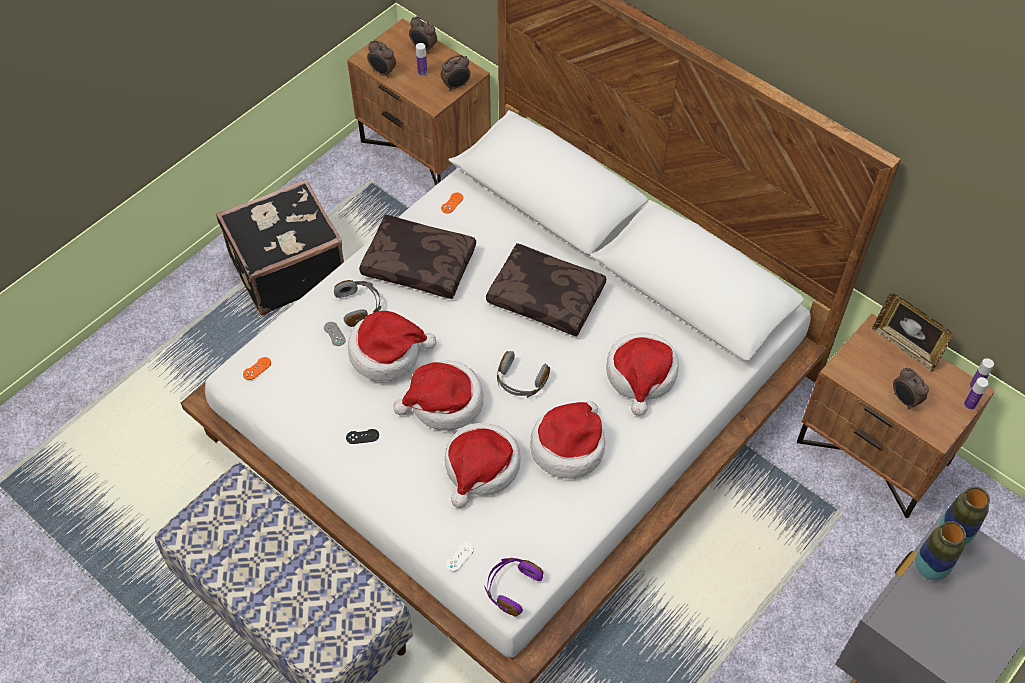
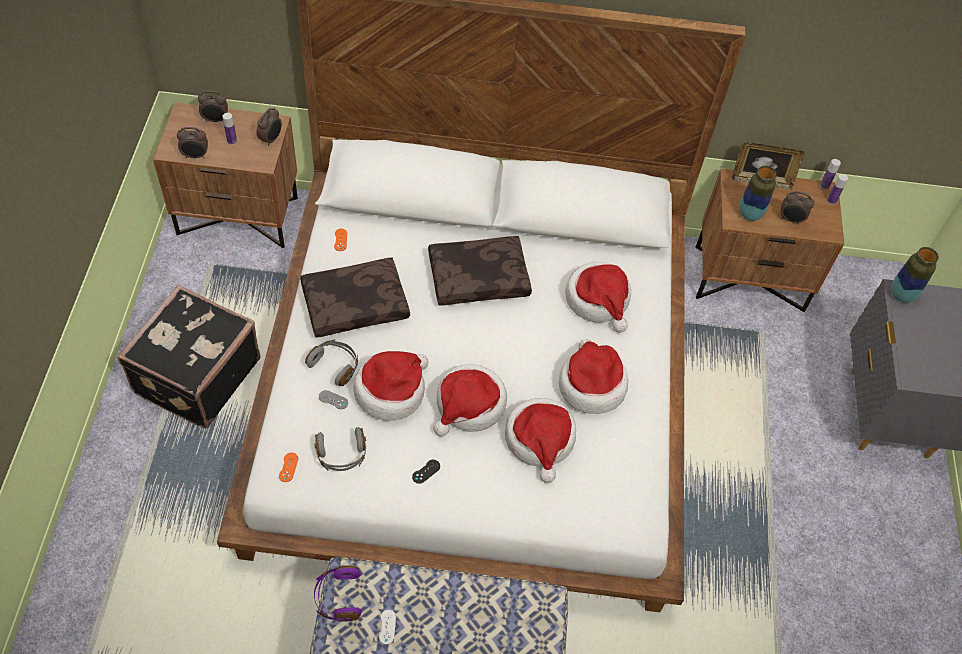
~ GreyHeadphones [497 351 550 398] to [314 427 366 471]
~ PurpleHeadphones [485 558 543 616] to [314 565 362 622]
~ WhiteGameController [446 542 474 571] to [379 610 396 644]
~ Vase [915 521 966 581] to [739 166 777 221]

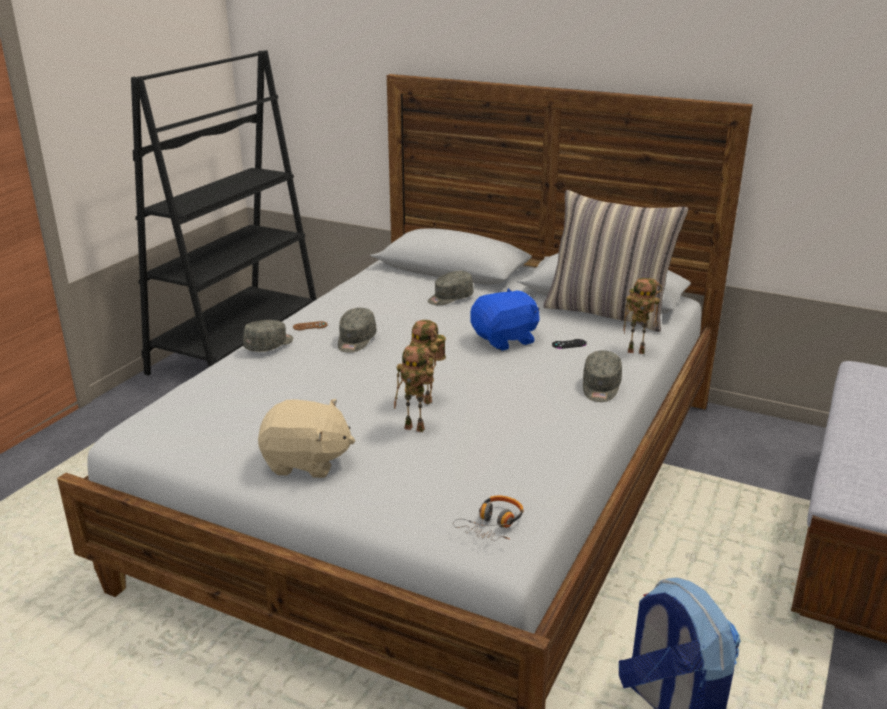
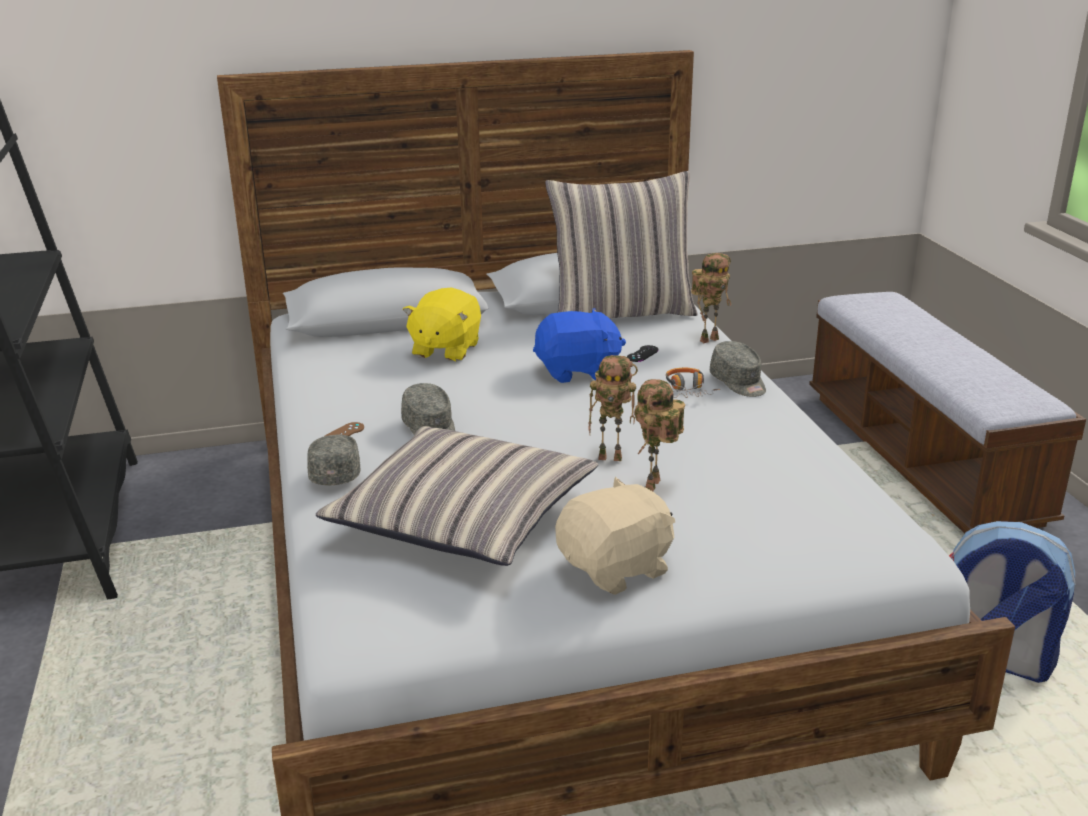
+ Pillow [316 426 598 566]
~ GreyCap [428 271 474 305] to YellowPlushToy [402 287 481 362]
~ BluePlushToy [470 288 540 351] = [533 308 626 383] 60 degrees clockwise
~ ToyRobot [394 344 434 432] = [634 379 685 491] 135 degrees clockwise
~ Headphones [453 496 524 541] to [666 368 720 398]

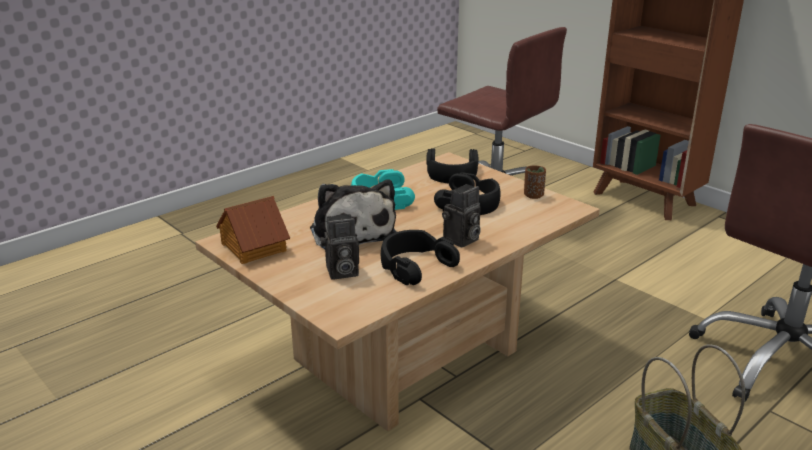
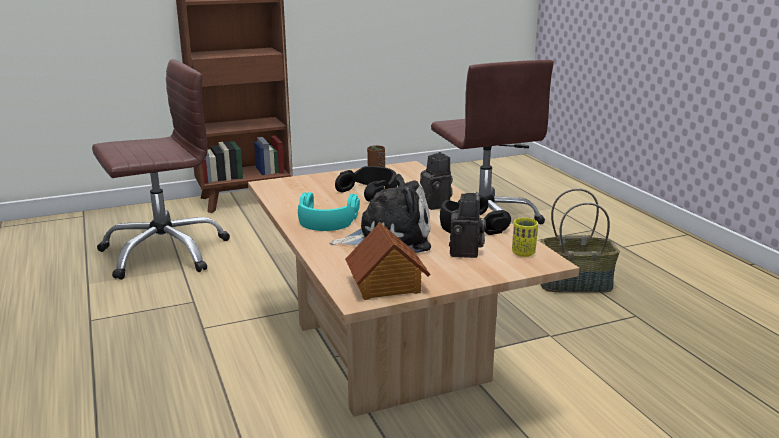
+ YellowCup [512 218 538 257]
- BlackHeadphones [426 148 478 183]

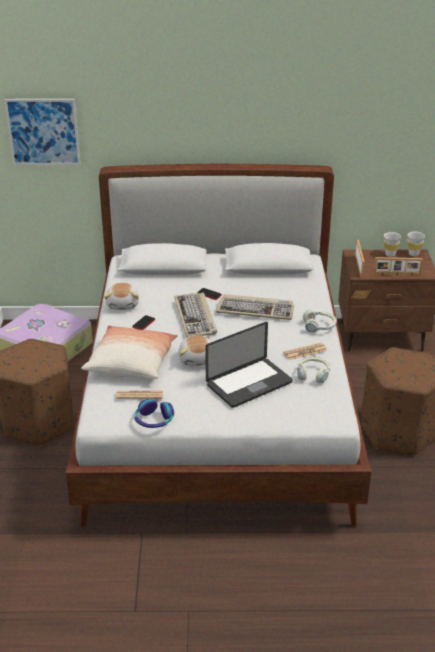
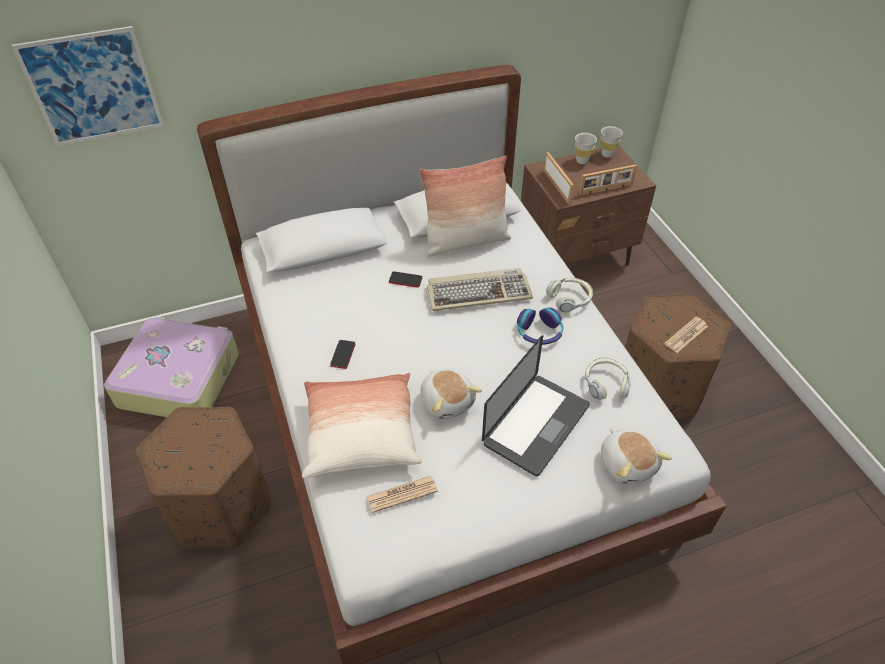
+ Pillow [419 156 511 257]
~ Headphones [135 399 174 428] to [517 308 563 345]
~ PlushToy [104 283 139 310] to [601 429 672 484]
~ Newspaper [283 343 327 360] to [664 317 708 353]
- Keyboard [174 292 217 338]

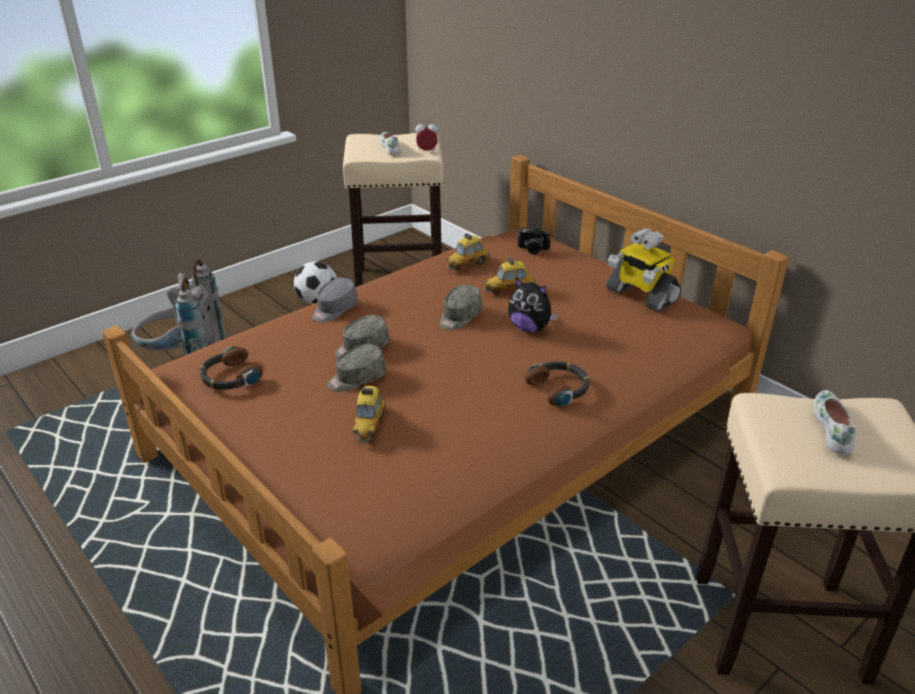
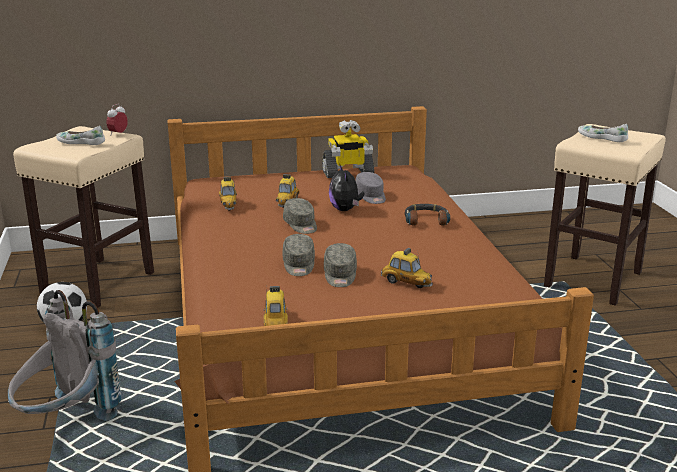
~ Headphones [200 346 263 390] to ToyCar [263 286 288 326]
~ PlushToy [508 278 559 332] = [329 164 365 211] 105 degrees clockwise
~ GreyCap [312 278 358 322] to [355 172 386 204]
- PhotoCamera [517 227 551 254]

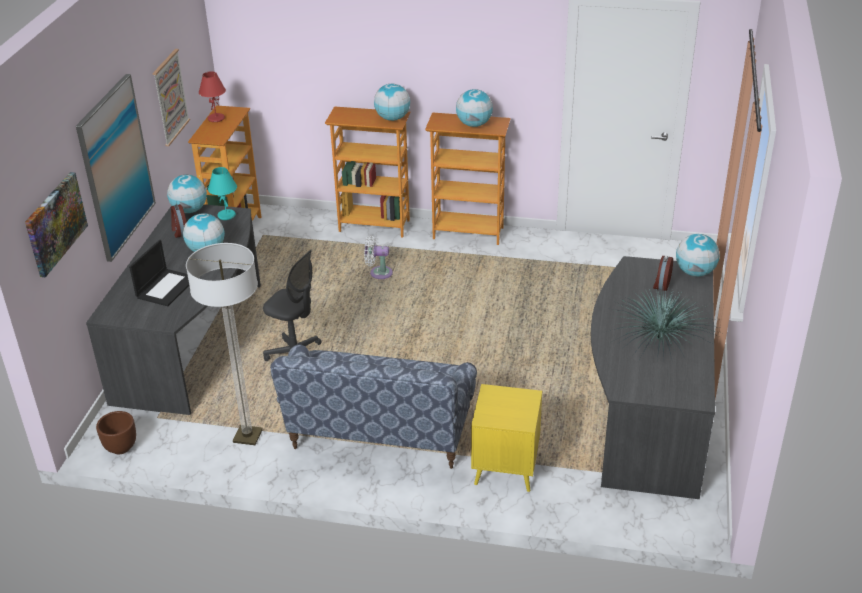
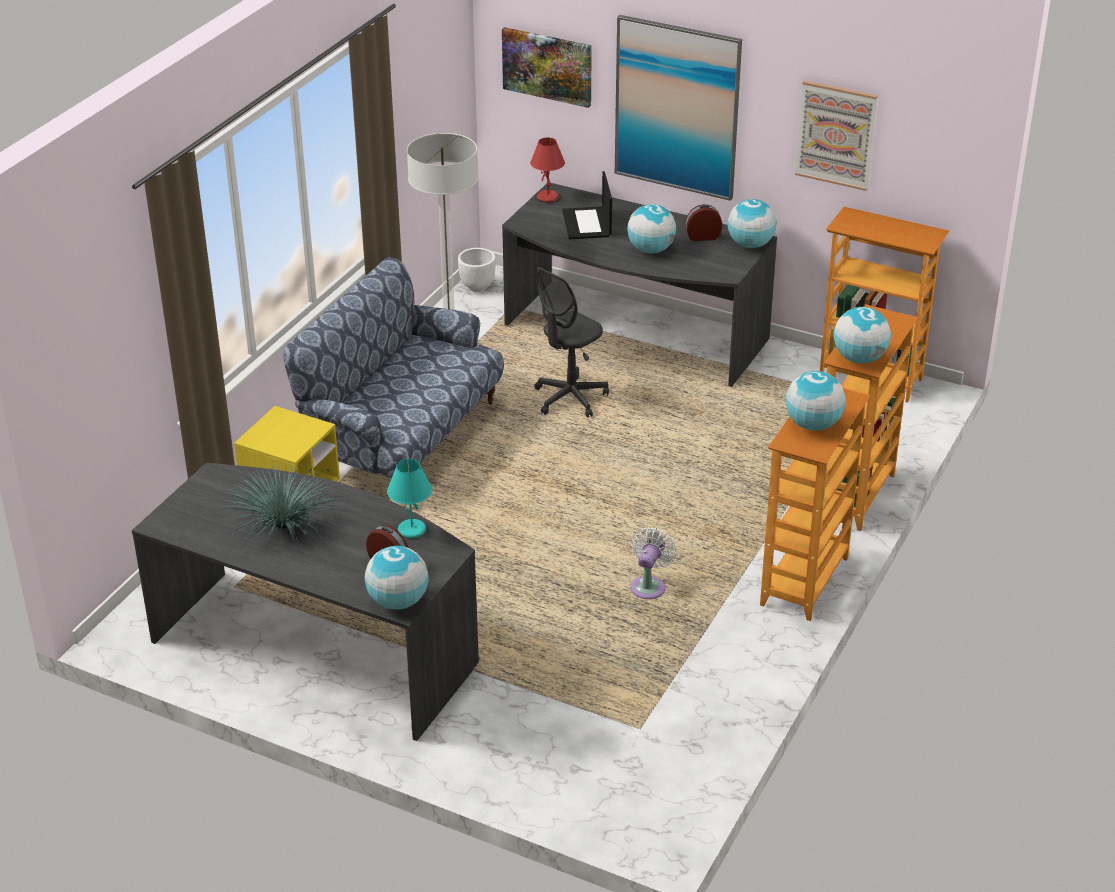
~ TurquoiseTableLamp [208 167 237 220] to [387 459 432 538]
~ BrownPlanter [96 411 136 454] to WhitePlanter [458 248 495 291]
~ RedTableLamp [199 71 226 122] to [530 137 565 202]
~ Laptop [129 240 189 306] = [562 171 612 239] 45 degrees clockwise
~ WhiteFan [364 236 393 279] to [631 527 677 599]

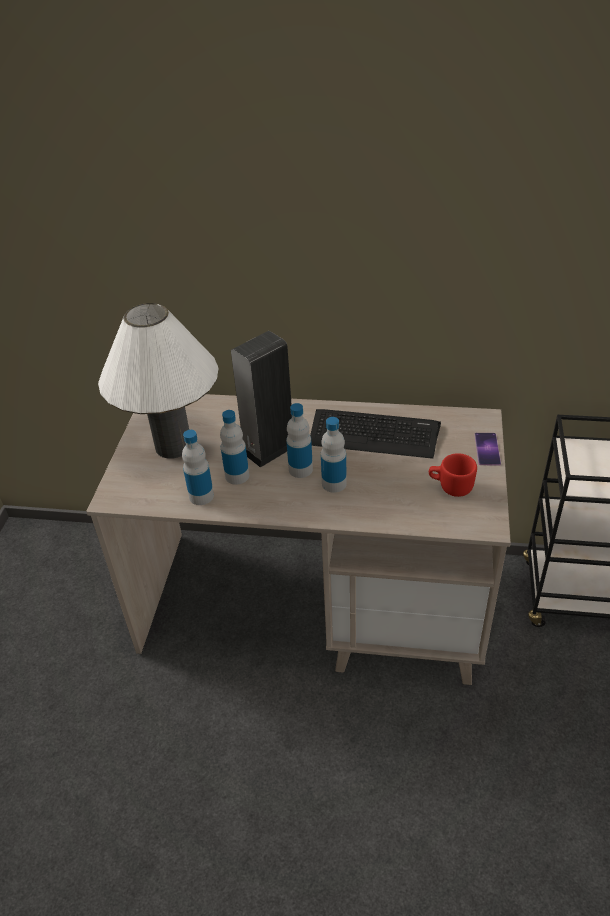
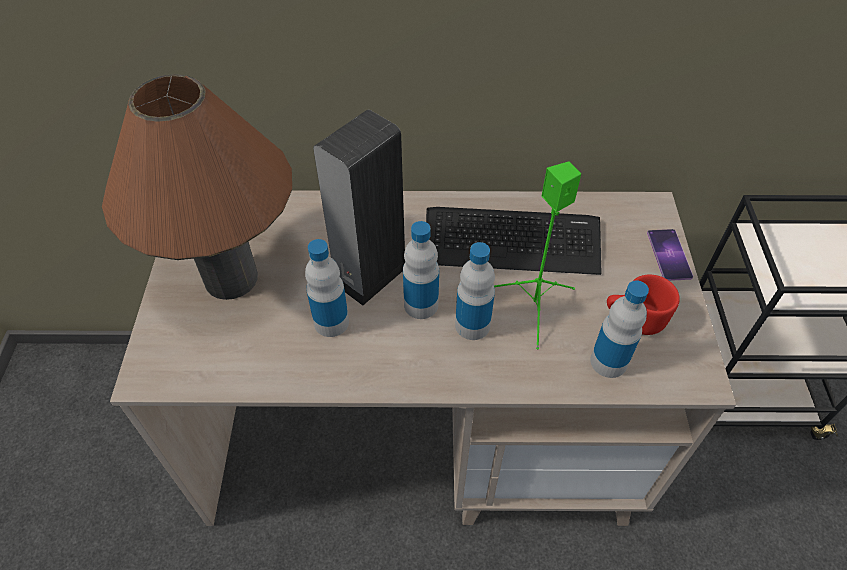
~ WhiteTableLamp [98 303 218 459] to BrownTableLamp [102 74 292 300]
+ GreenSpeaker [494 161 581 350]
~ Bottle [182 430 214 505] to [590 281 649 378]

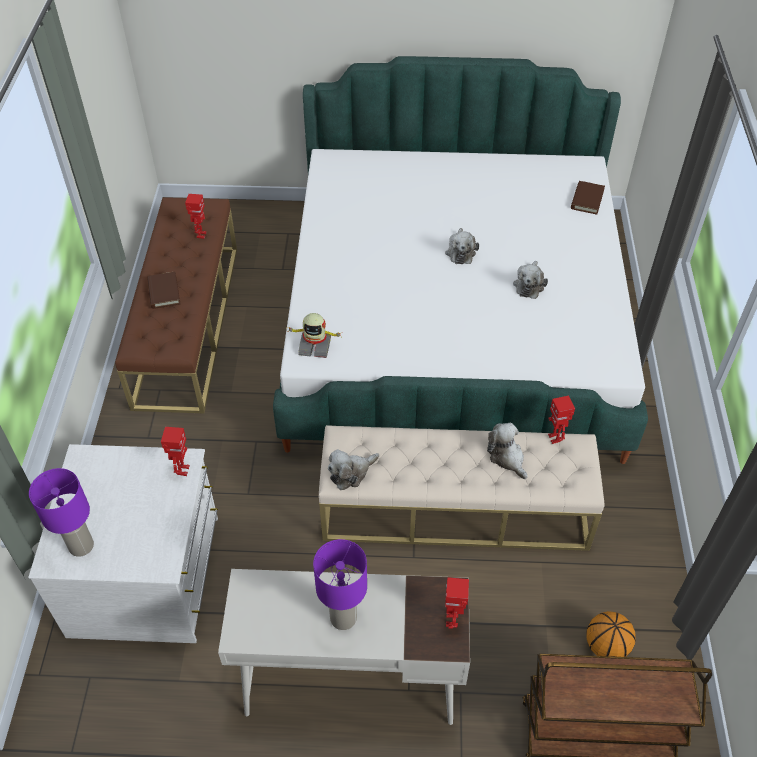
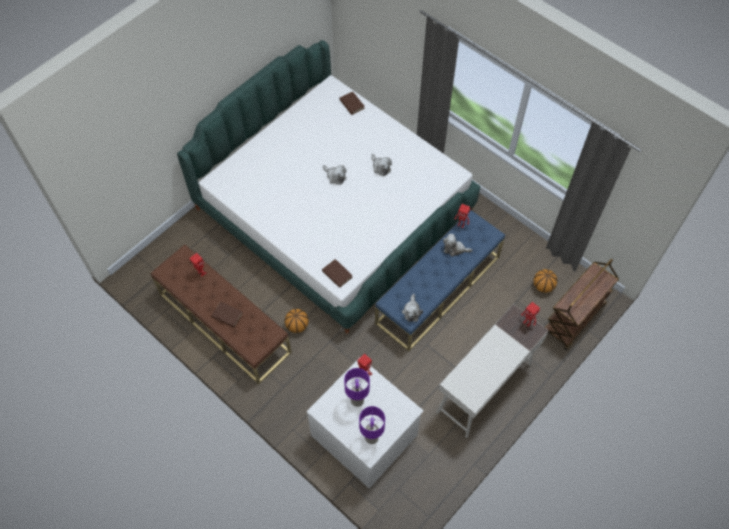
+ Basketball [285 309 309 333]
~ ToyRobot [287 313 342 358] to BrownBook [322 259 353 288]
~ PurpleTableLamp [313 539 367 630] to [344 368 370 407]
~ BeigeBench [319 425 605 551] to BlueBench [375 210 505 351]

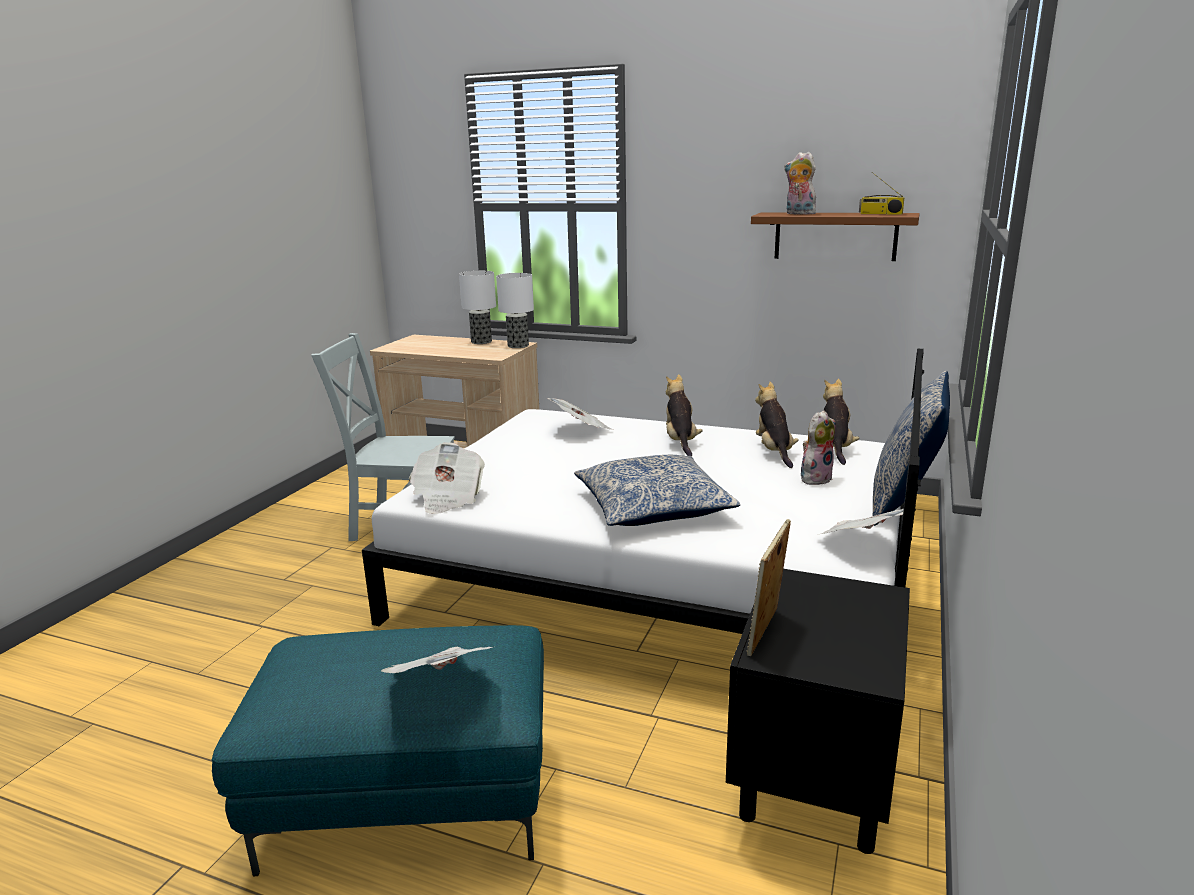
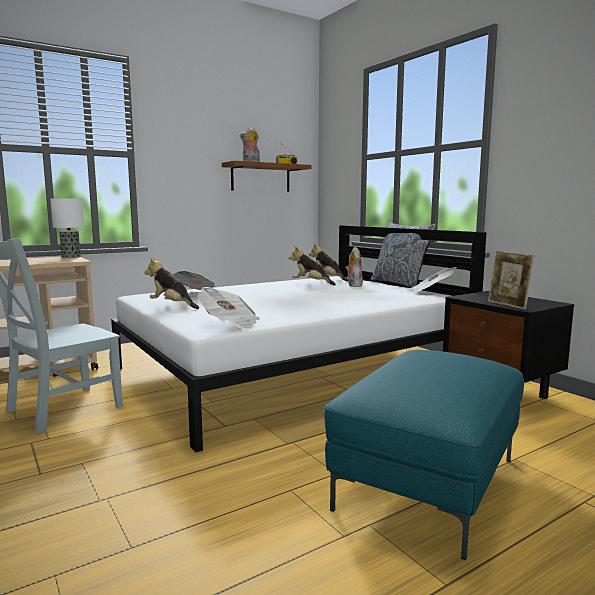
~ PlushToy [666 374 703 456] to [145 257 199 309]
- Newspaper [381 647 493 673]
- TableLamp [459 271 496 344]
- Pillow [574 455 740 526]

